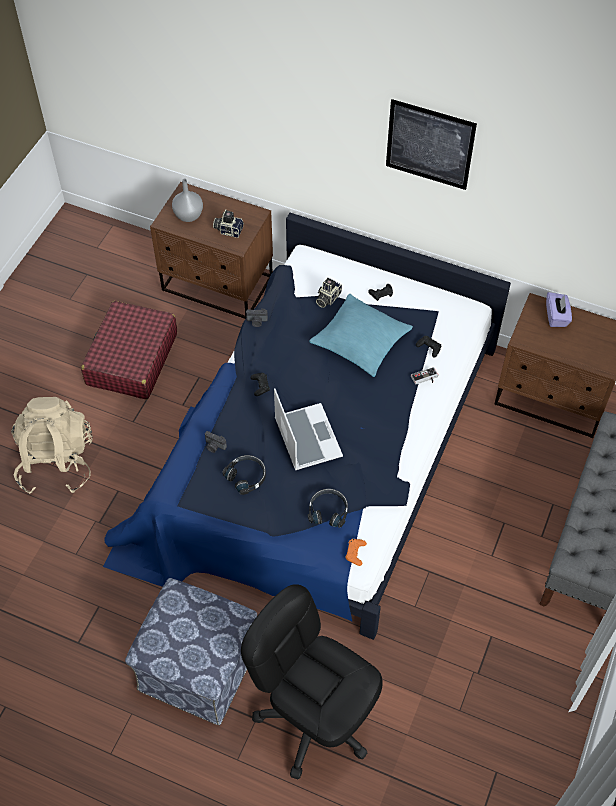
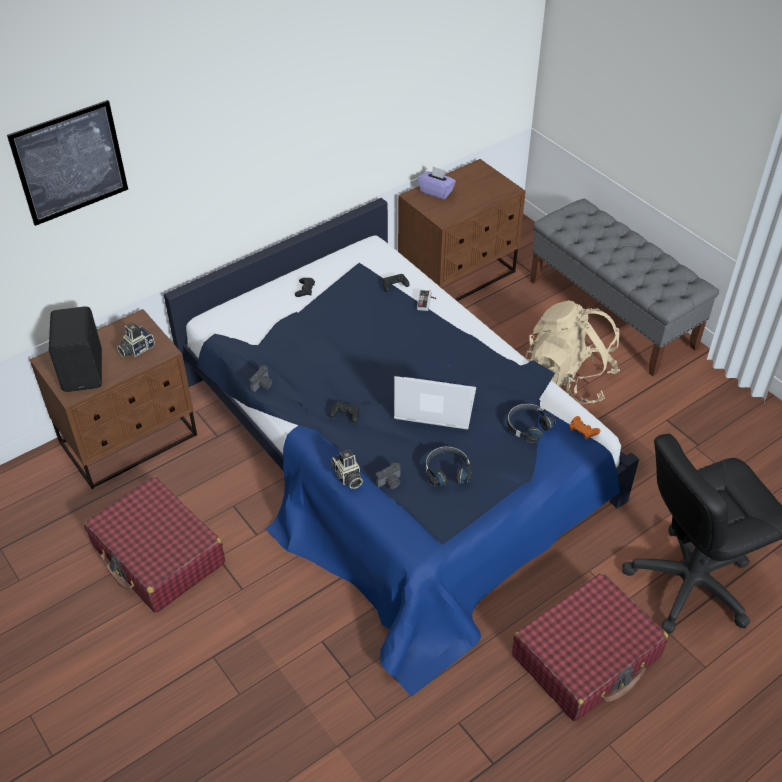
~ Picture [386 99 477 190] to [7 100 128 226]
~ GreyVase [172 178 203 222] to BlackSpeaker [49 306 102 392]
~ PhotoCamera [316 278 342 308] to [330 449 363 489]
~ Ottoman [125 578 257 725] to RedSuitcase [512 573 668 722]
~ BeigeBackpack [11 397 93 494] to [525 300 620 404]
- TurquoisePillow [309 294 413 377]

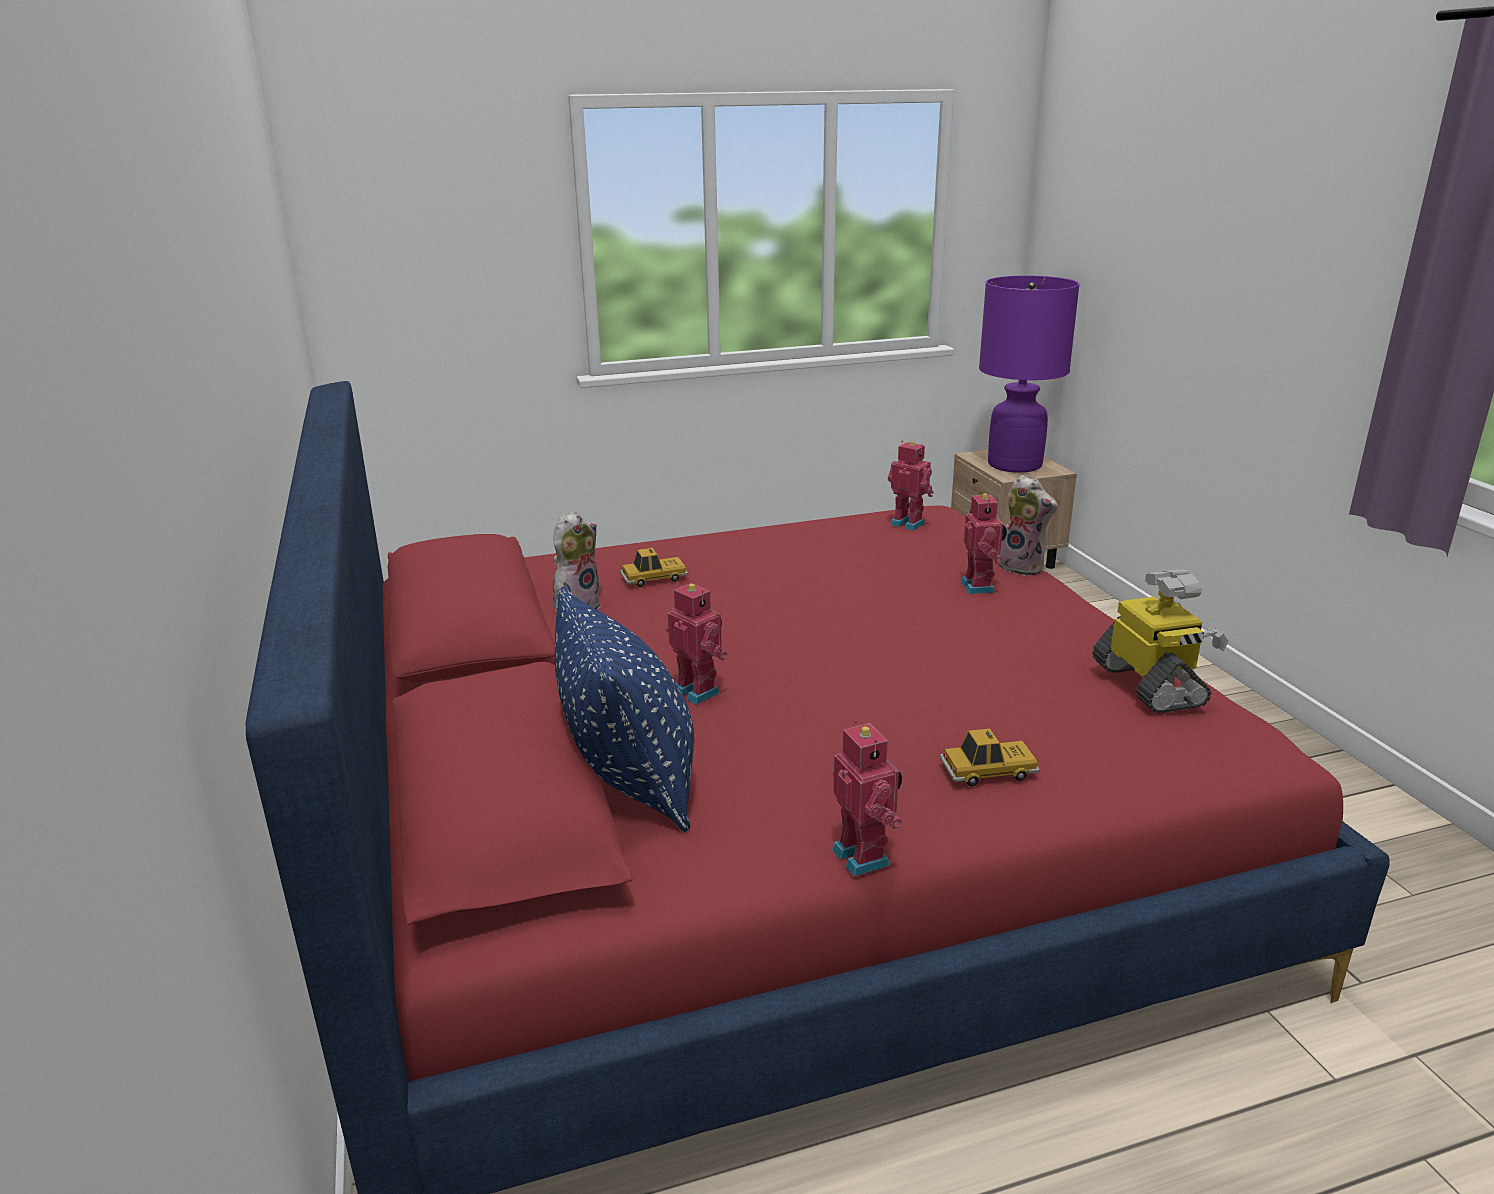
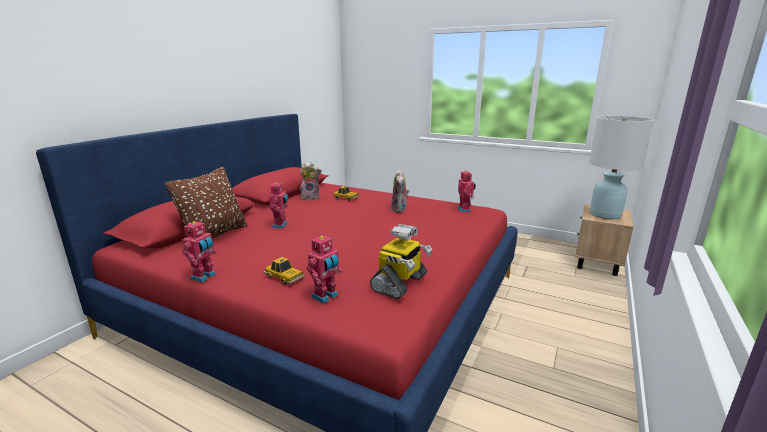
~ BluePillow [555 587 694 832] to BrownPillow [165 167 247 239]
~ ToyRobot [960 491 1007 594] to [307 236 342 303]
~ PlushToy [997 475 1057 576] to [391 169 410 213]
~ PurpleTableLamp [979 276 1080 473] to WhiteTableLamp [589 116 654 219]

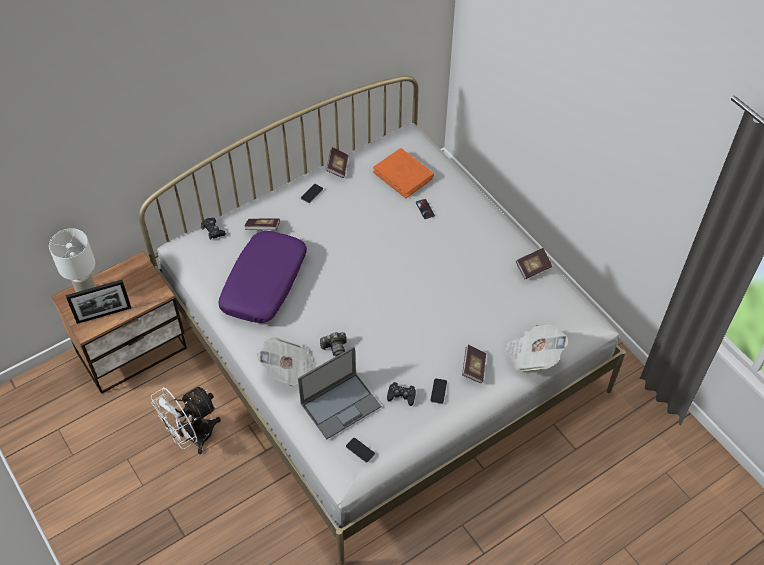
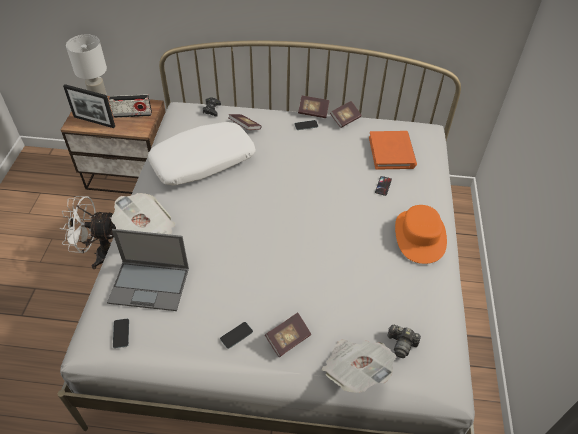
+ Radio [109 94 152 118]
~ PurplePillow [219 231 307 323] to WhitePillow [148 122 256 185]
~ Book [516 248 552 279] to [298 96 329 118]
~ PhotoCamera [320 332 347 357] to [388 325 421 358]
+ OrangeHat [395 205 447 264]
- BlackGameController [387 382 416 406]

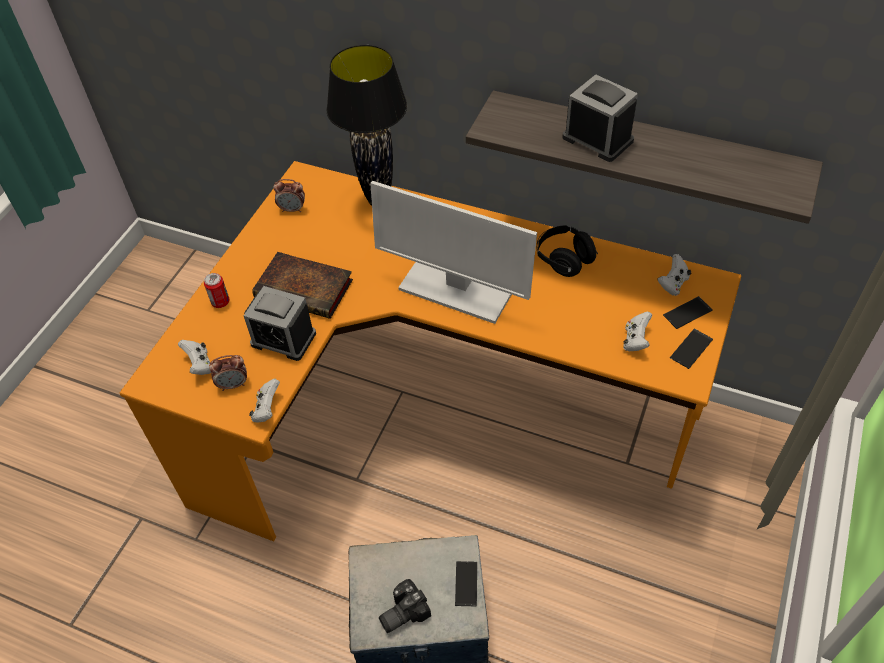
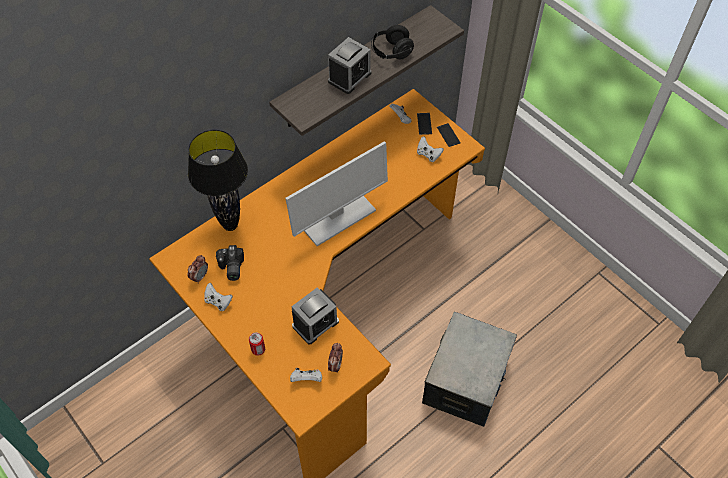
~ WhiteGameController [249 379 280 423] to [204 283 233 311]
~ PhotoCamera [379 579 431 633] to [216 245 244 281]
~ AlarmClock [562 74 638 162] = [328 37 371 94] 150 degrees clockwise
~ BlackHeadphones [537 225 598 277] to [371 25 414 59]
- Book [252 252 353 319]
- Phone [455 561 477 606]

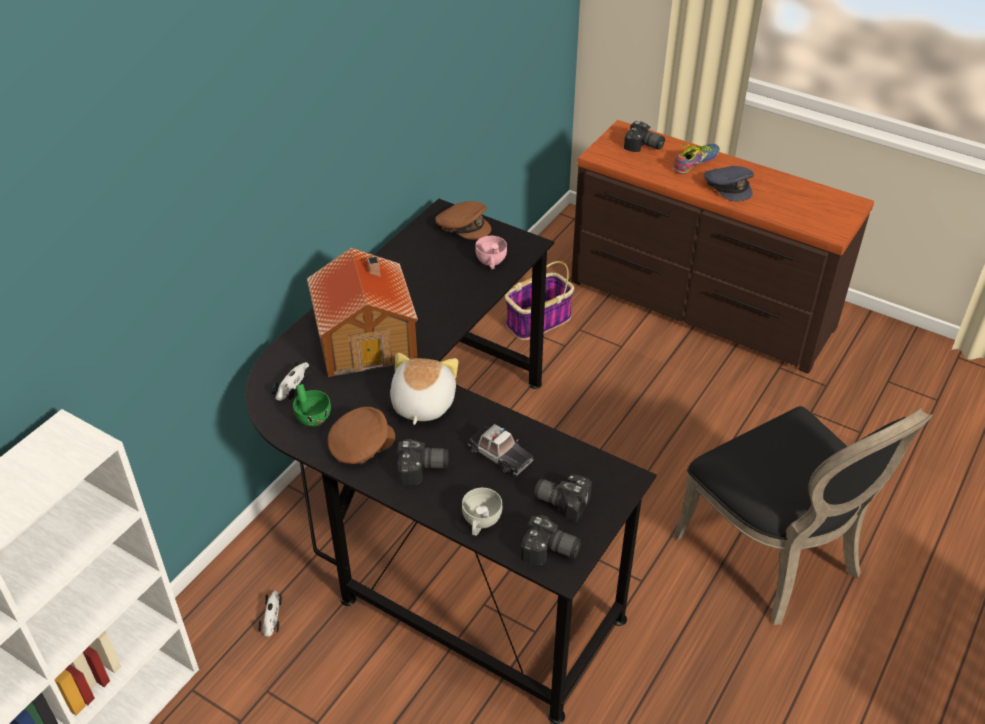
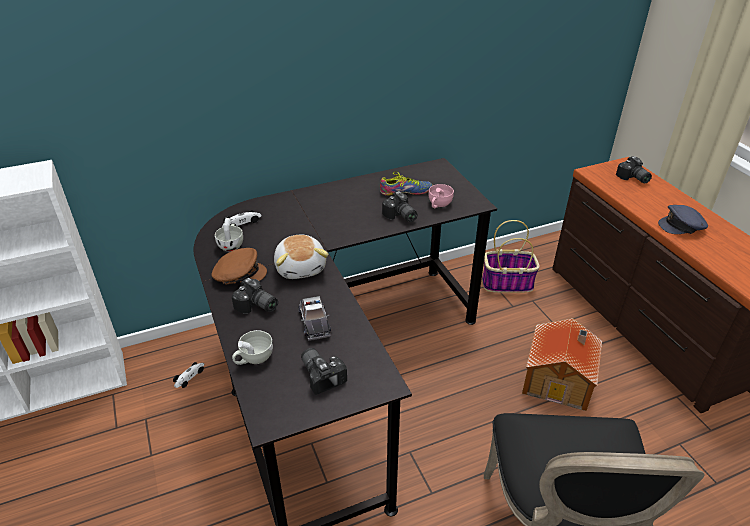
~ GreenCup [293 384 331 427] to WhiteCup [215 218 243 251]
~ PlushToy [390 353 458 425] = [274 235 328 279] 120 degrees clockwise
~ Shoe [673 144 720 174] to [380 171 433 196]
~ PhotoCamera [521 515 582 565] to [382 191 417 222]
~ ToyHouse [307 248 418 377] to [522 318 602 411]
~ GreyCap [704 166 754 201] = [658 205 708 234] 75 degrees clockwise
- BrownCap [435 201 491 240]

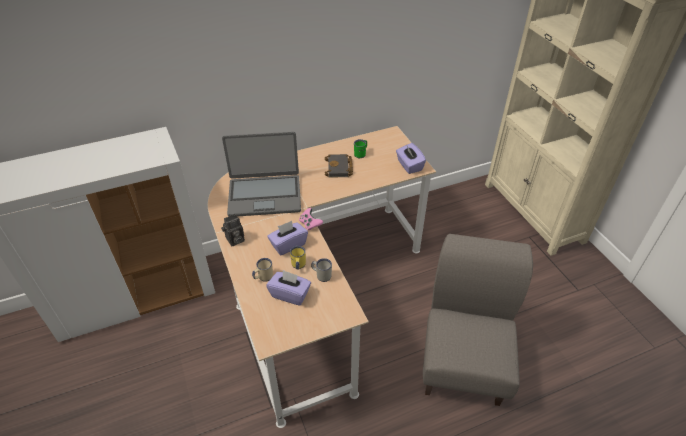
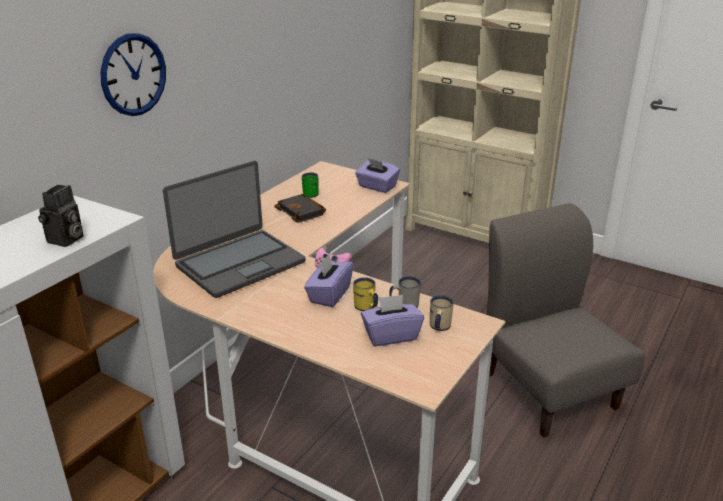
~ PhotoCamera [221 214 245 246] to [38 185 83 247]
+ WallClock [100 33 166 116]
~ BeigeMug [252 258 273 282] to [430 295 454 331]

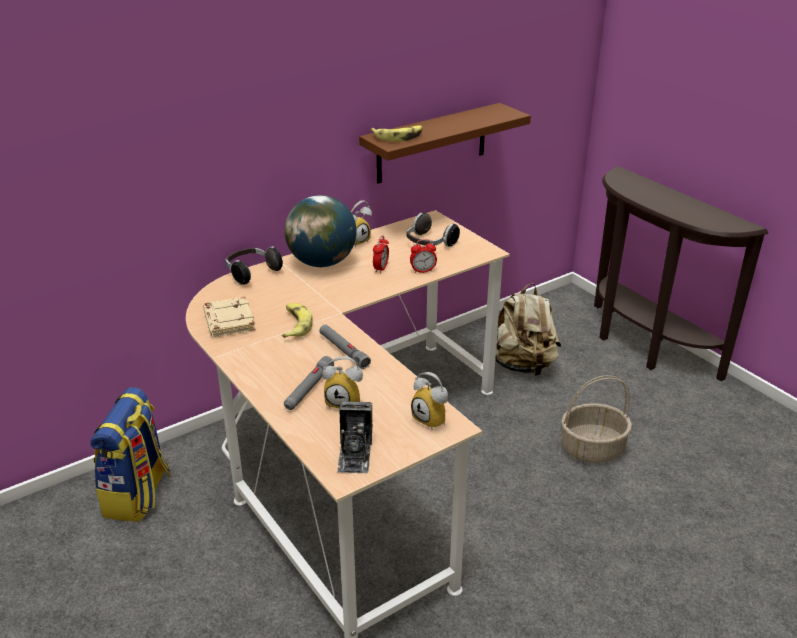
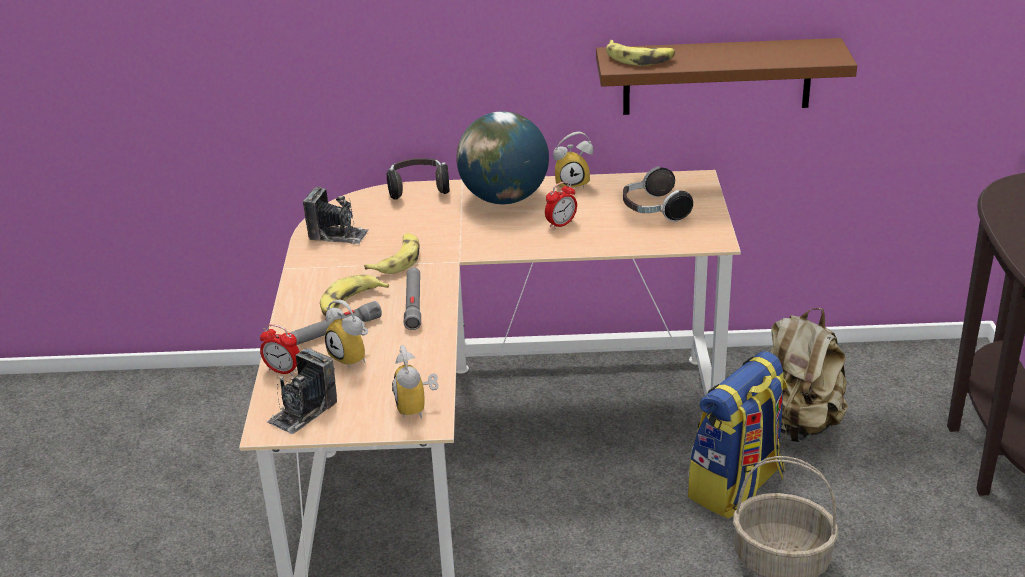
~ AlarmClock [410 239 437 273] to [260 324 300 376]
~ BeigeBook [203 297 255 337] to PhotoCamera [303 186 369 244]
+ Banana [320 275 389 316]
~ Backpack [90 387 171 522] to [688 351 788 519]

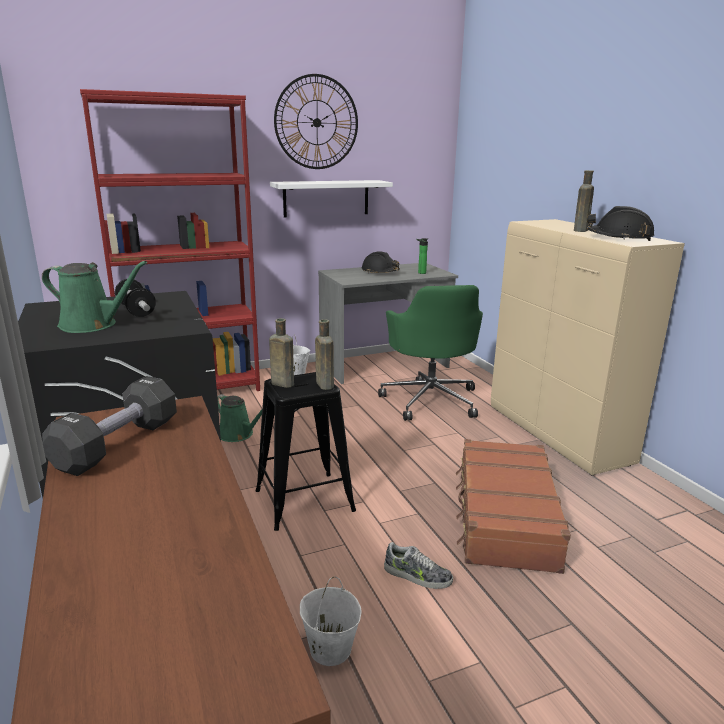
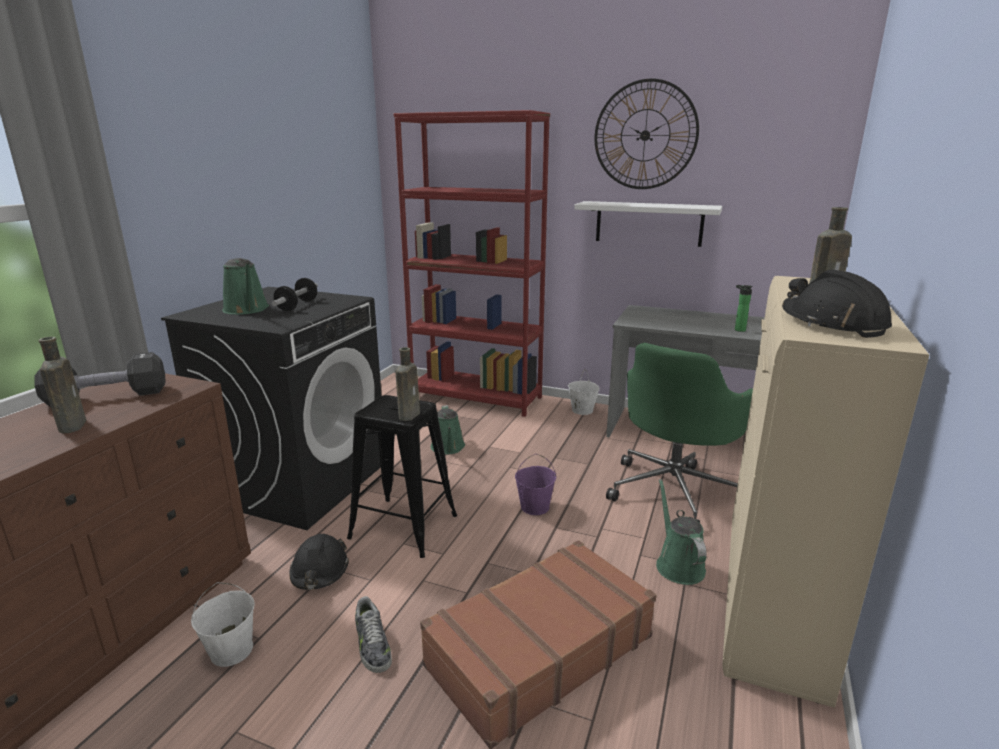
~ BrownBottle [269 318 294 388] to [38 337 86 434]
~ BlackHardHat [362 251 400 273] to [289 534 349 590]
+ PurpleBucket [515 454 556 515]
+ GreenWateringCan [656 479 707 585]

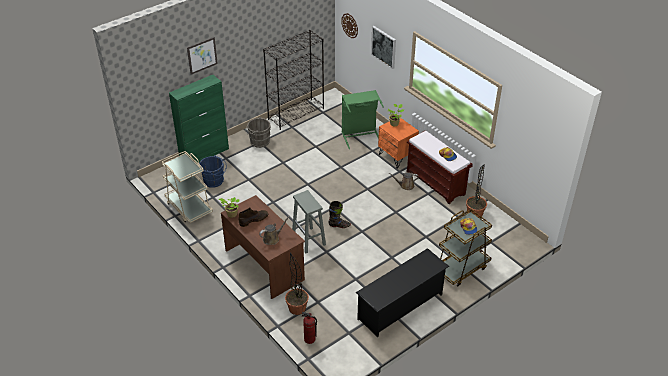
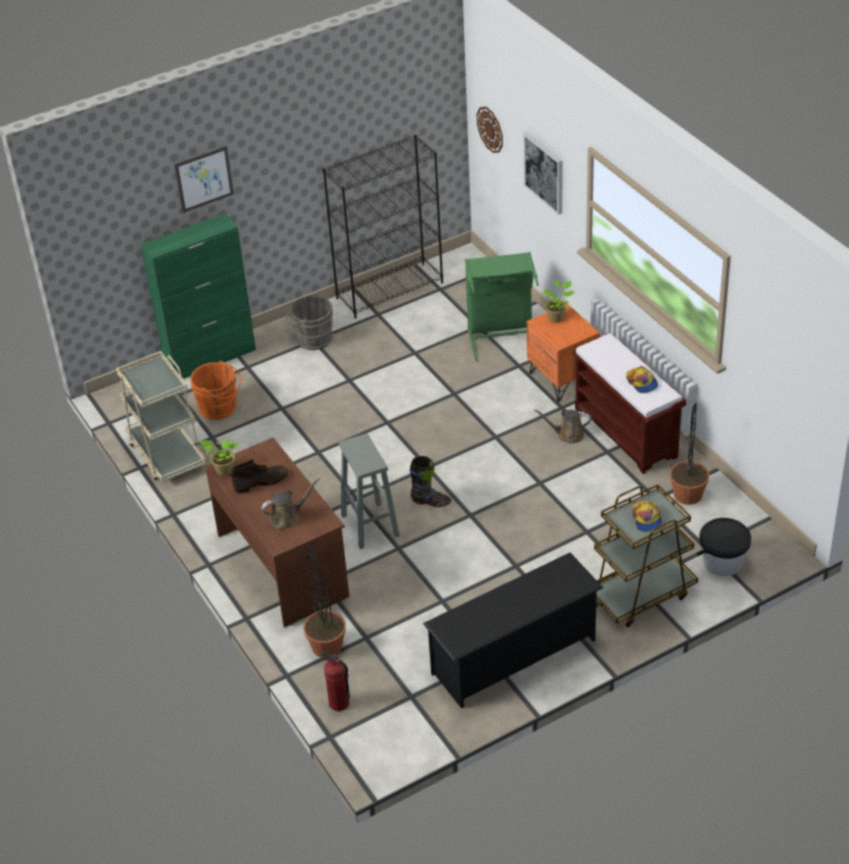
~ BlueBucket [199 155 227 188] to OrangeBucket [190 361 241 420]
+ BlackBucket [697 518 751 576]

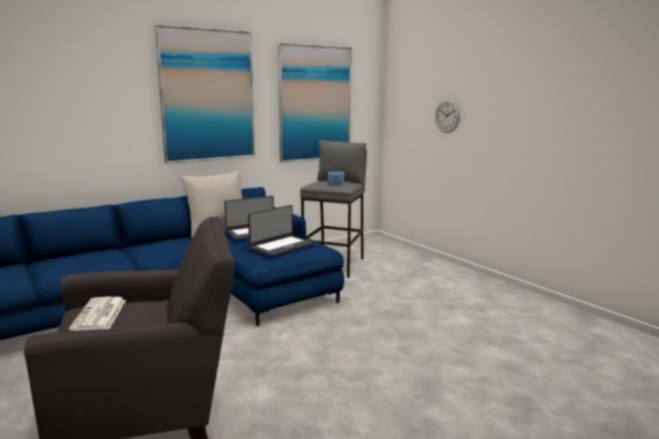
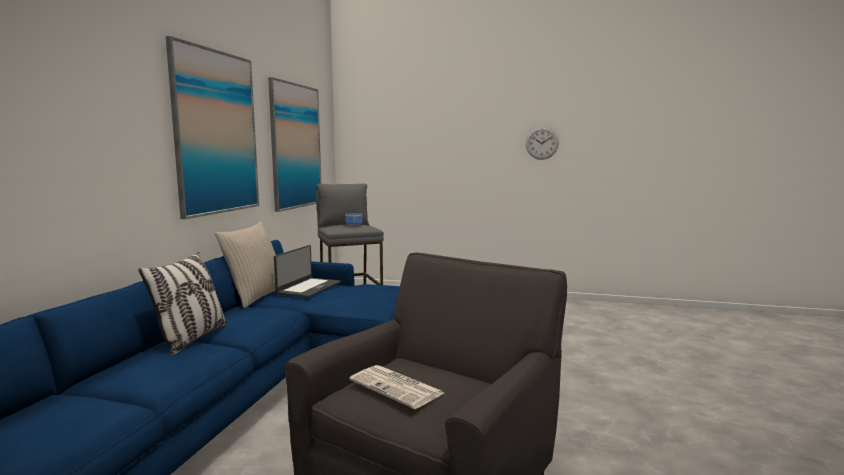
+ Pillow [138 252 227 355]
~ WallClock [435 99 460 133] to [526 127 559 160]
- Laptop [248 205 315 257]

